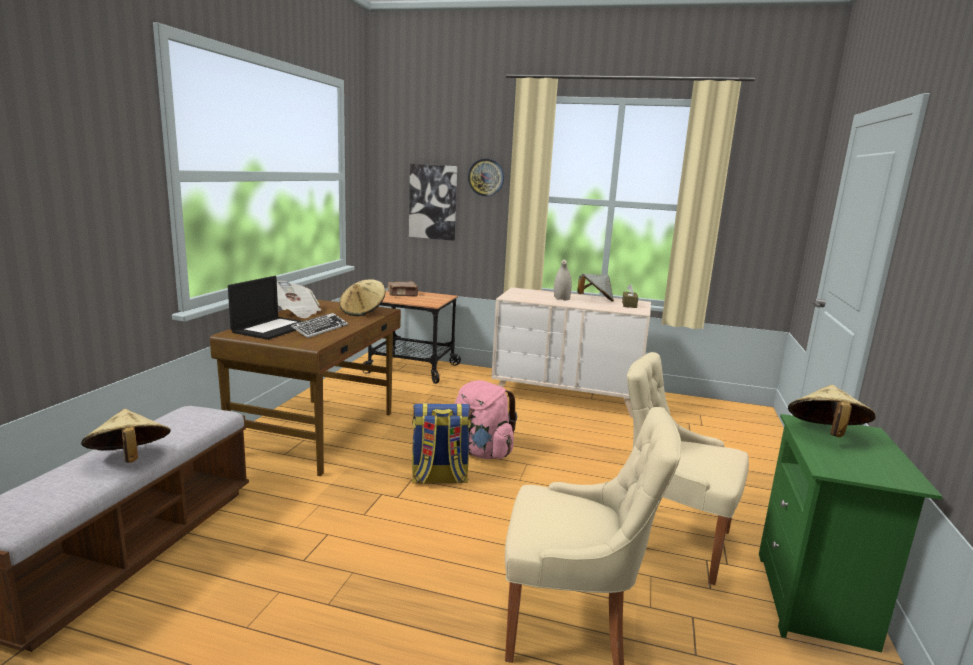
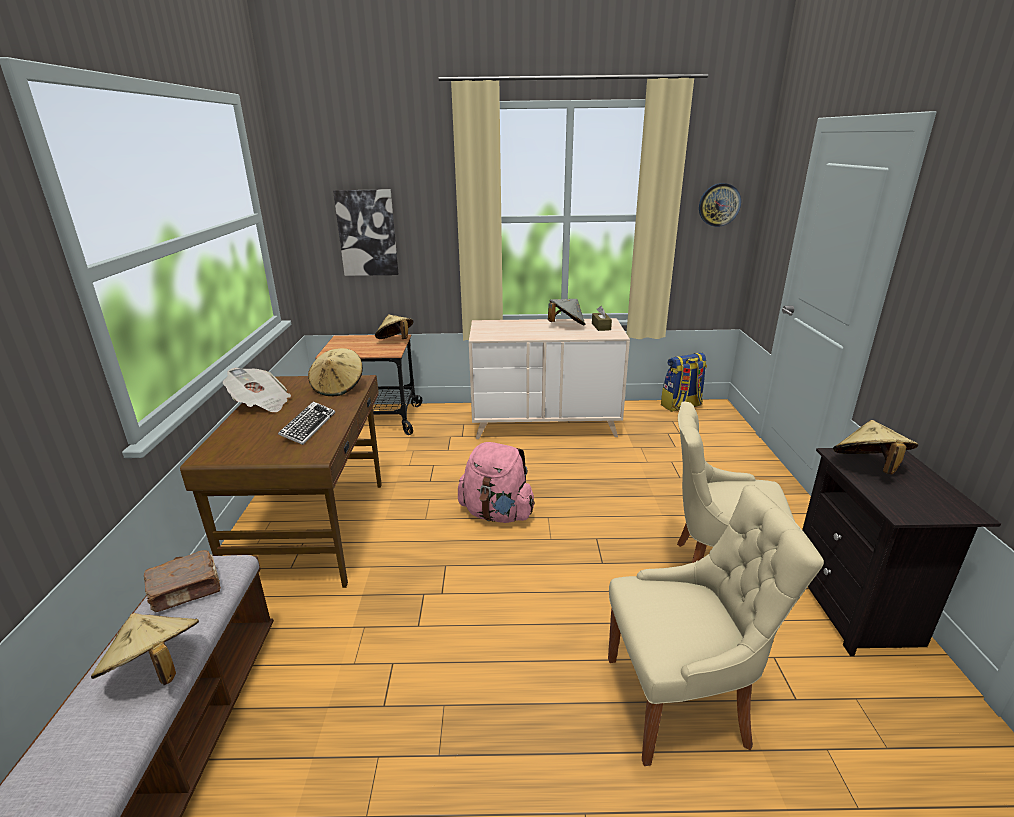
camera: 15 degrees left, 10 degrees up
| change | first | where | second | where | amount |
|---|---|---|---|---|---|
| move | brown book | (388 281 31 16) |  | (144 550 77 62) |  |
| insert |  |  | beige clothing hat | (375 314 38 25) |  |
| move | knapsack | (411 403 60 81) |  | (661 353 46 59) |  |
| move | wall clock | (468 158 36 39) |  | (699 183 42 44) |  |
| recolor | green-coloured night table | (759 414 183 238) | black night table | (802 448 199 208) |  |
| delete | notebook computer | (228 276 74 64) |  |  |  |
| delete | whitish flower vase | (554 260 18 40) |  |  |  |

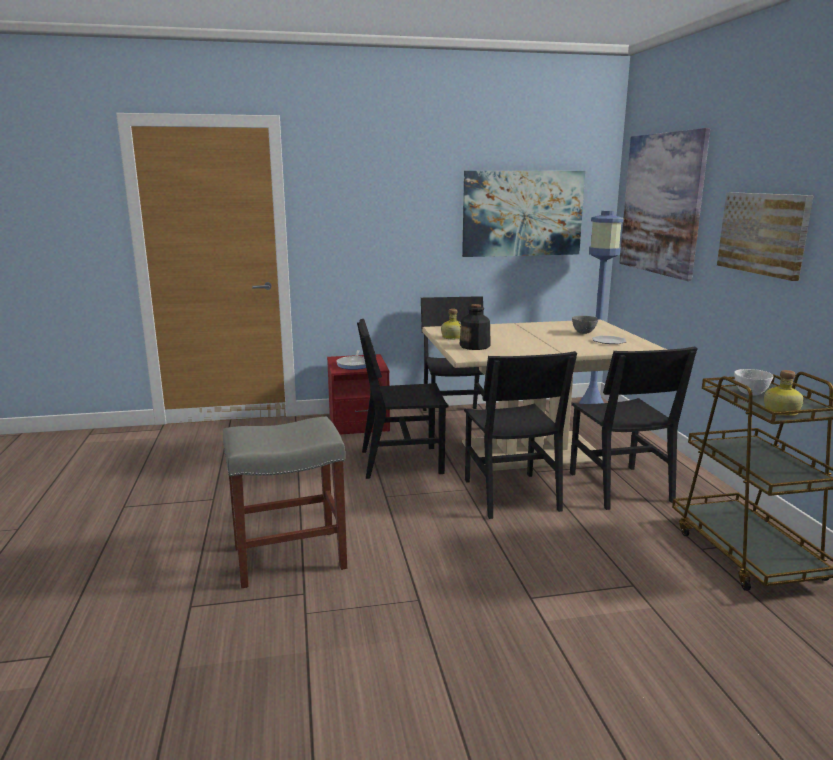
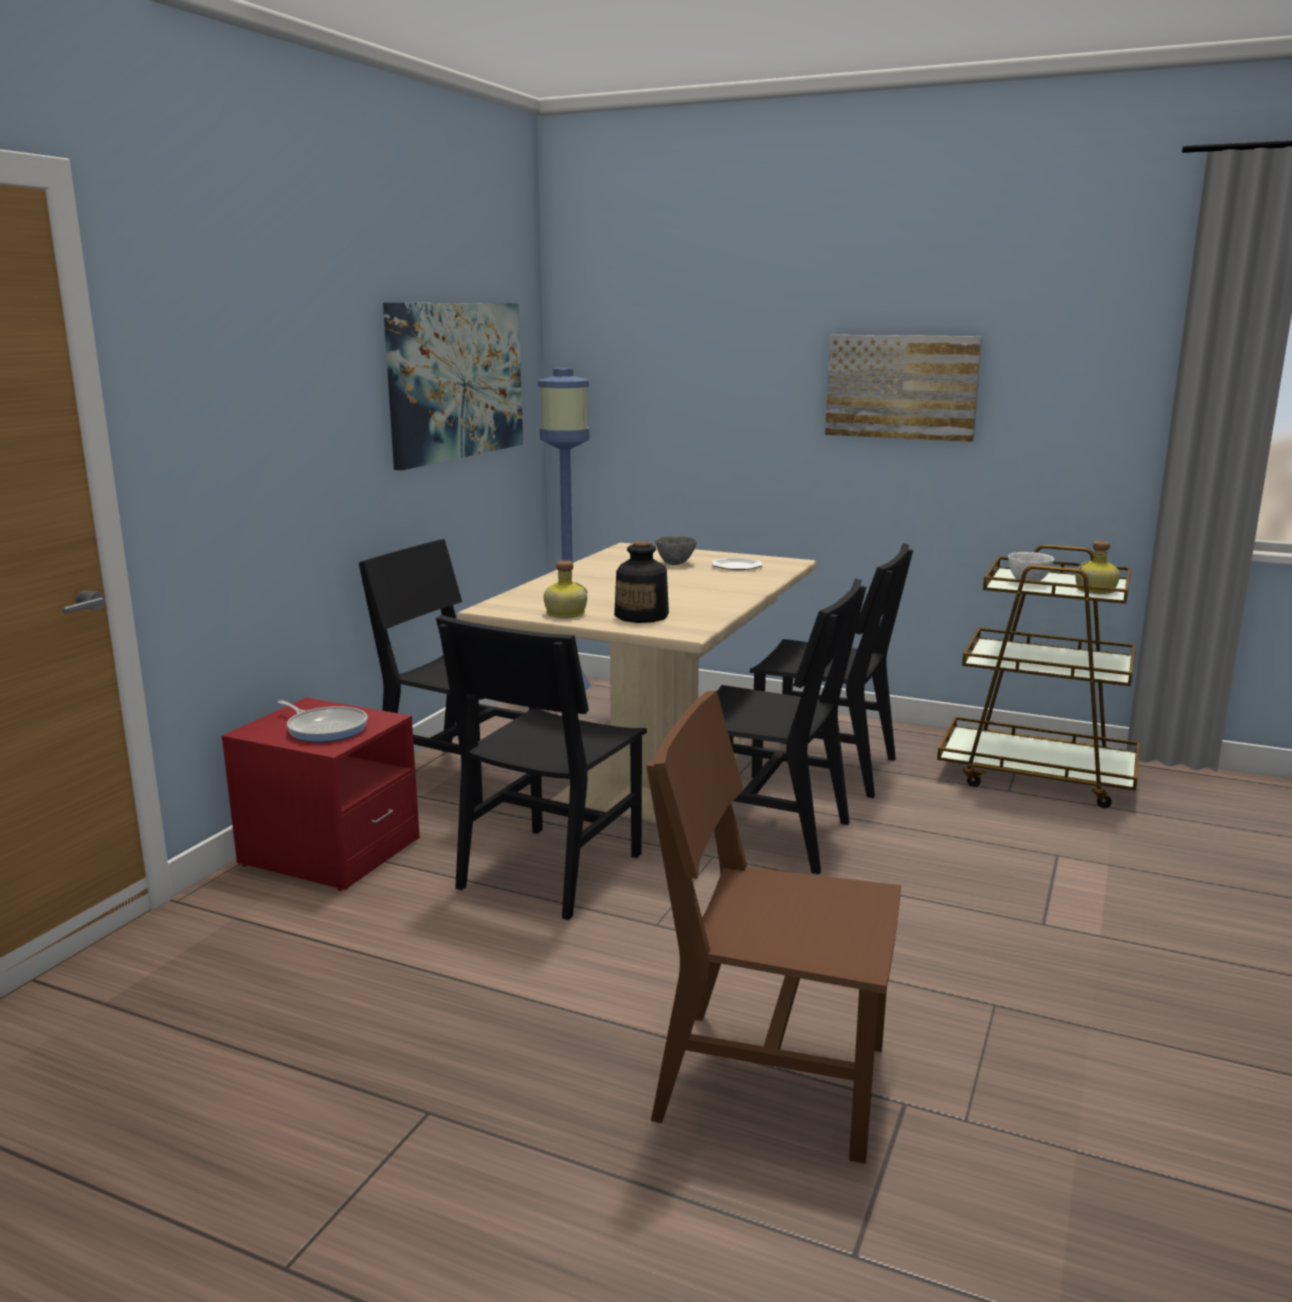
camera: 55 degrees left, 0 degrees up
| change | first | where | second | where | amount |
|---|---|---|---|---|---|
| replace | greyish sitting stool | (223 417 124 171) | brown chair | (646 691 255 473) |  |
| delete | picture | (620 128 90 153) |  |  |  |

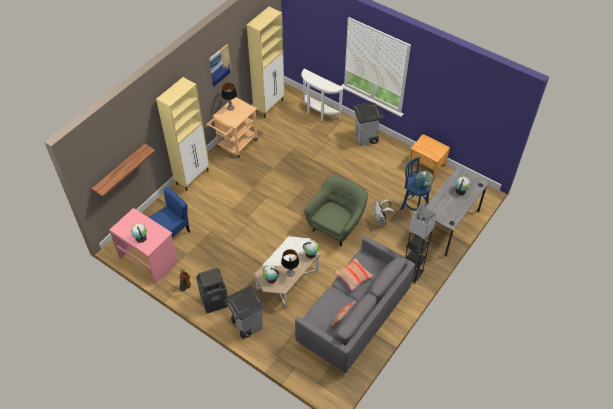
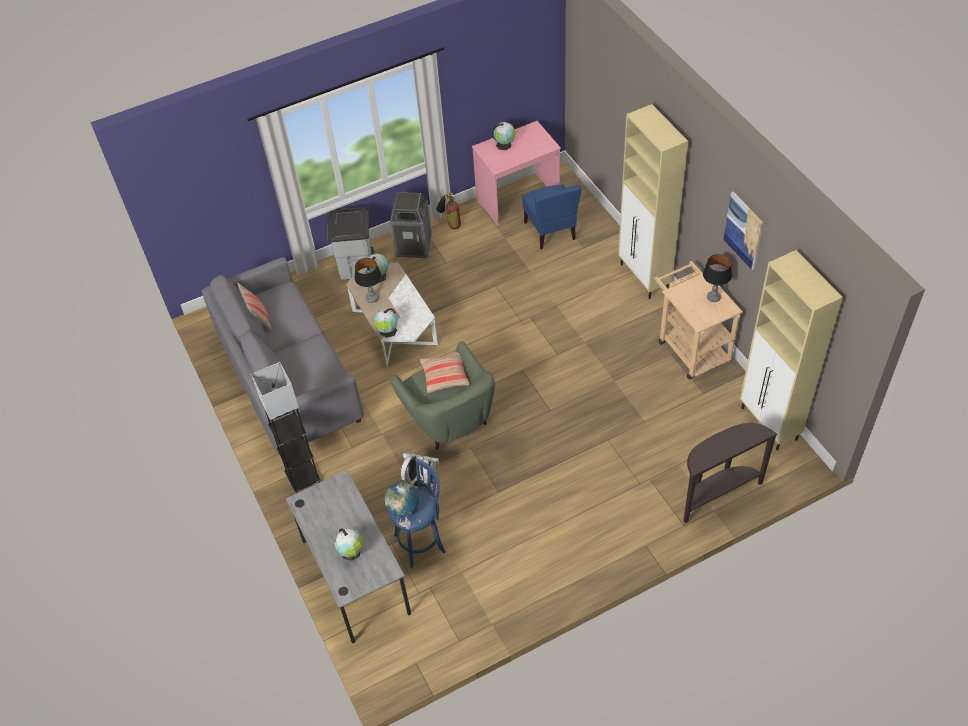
camera: 120 degrees right, 0 degrees up
| change | first | where | second | where | amount |
|---|---|---|---|---|---|
| move | pillow | (334 258 39 32) |  | (420 352 50 41) |  |
| recolor | whitish narrow table | (301 69 43 52) | brown narrow table | (683 423 95 100) |  |
| delete | bracket shelf | (92 144 64 53) |  |  |  |
| delete | greyish waste bin | (354 102 30 44) |  |  |  |
| delete | brown night table | (409 134 41 46) |  |  |  |

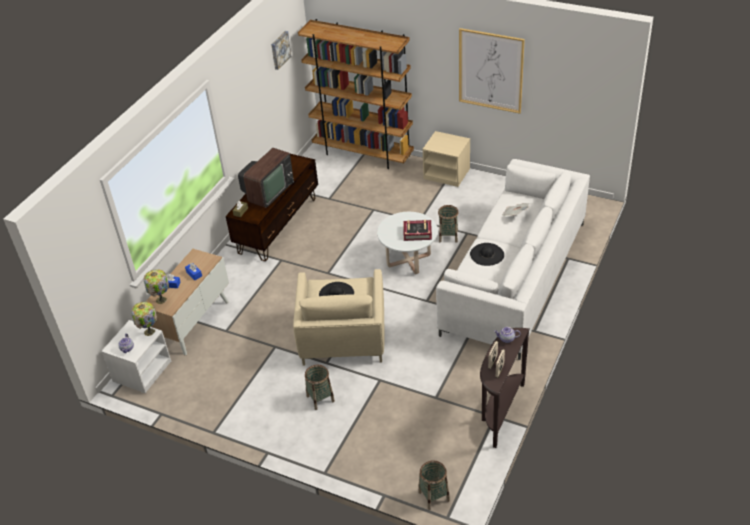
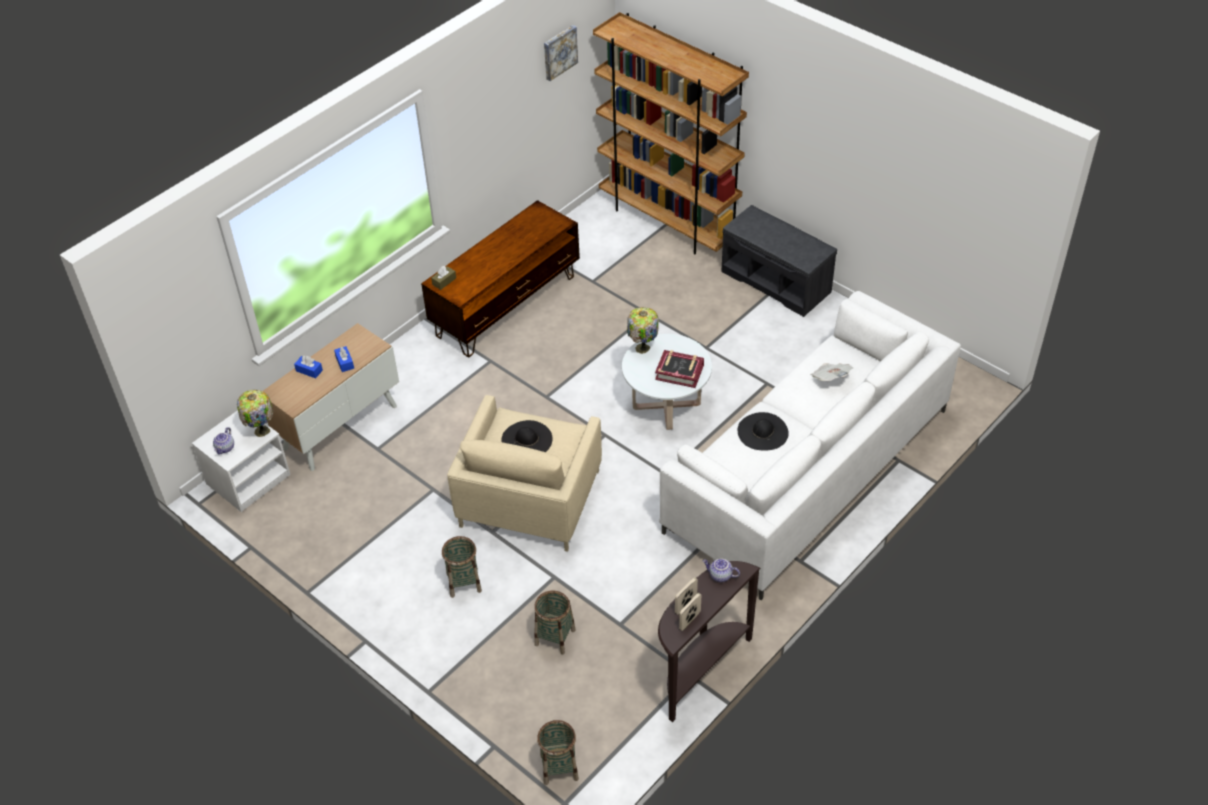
camera: 15 degrees right, 5 degrees up
| change | first | where | second | where | amount |
|---|---|---|---|---|---|
| move | storage basket | (438 205 21 38) |  | (534 590 41 64) |  |
| move | table lamp | (144 269 25 35) |  | (627 307 32 47) |  |
| replace | beige night table | (422 131 48 56) | greyish bench | (721 205 116 112) |  |
| delete | television | (238 148 56 60) |  |  |  |
| delete | picture | (459 28 66 86) |  |  |  |

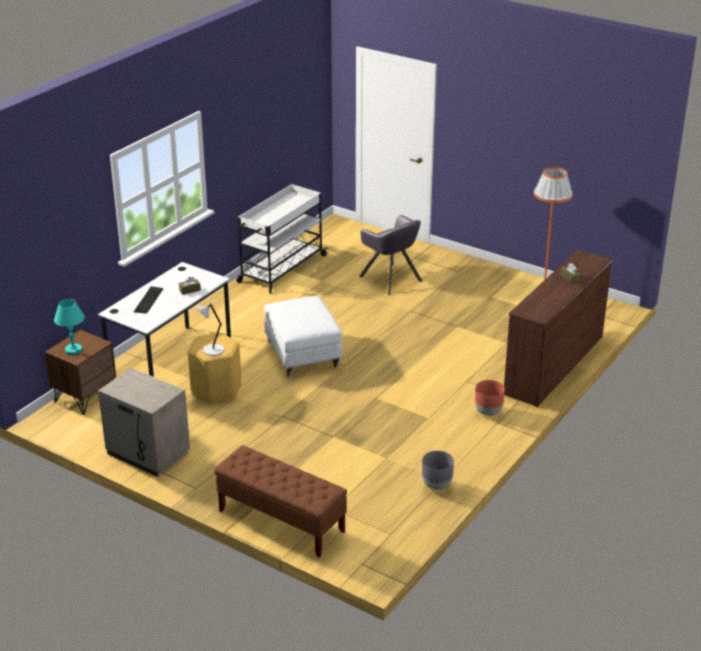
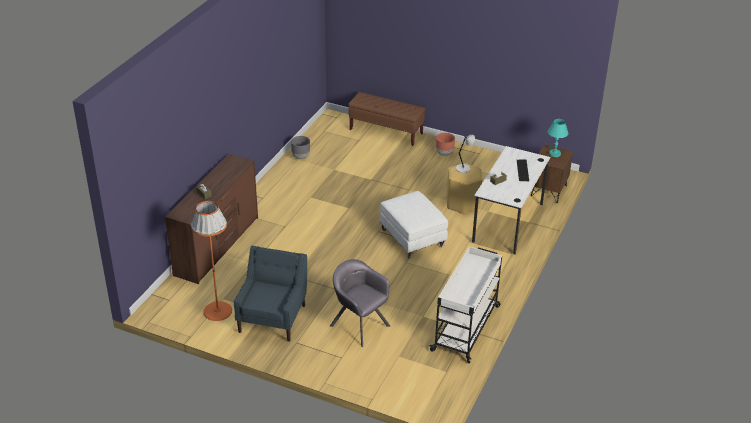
camera: 170 degrees right, 5 degrees up
| change | first | where | second | where | amount |
|---|---|---|---|---|---|
| insert |  |  | blue-coloured easy chair | (234 245 73 97) |  |
| move | brown flower pot | (475 380 30 36) |  | (436 133 19 23) |  |
| delete | beige night table | (98 368 92 109) |  |  |  |

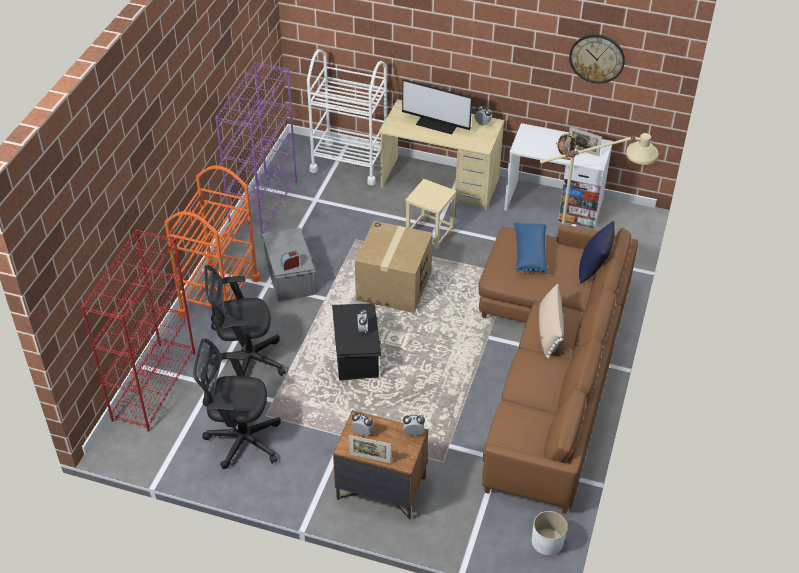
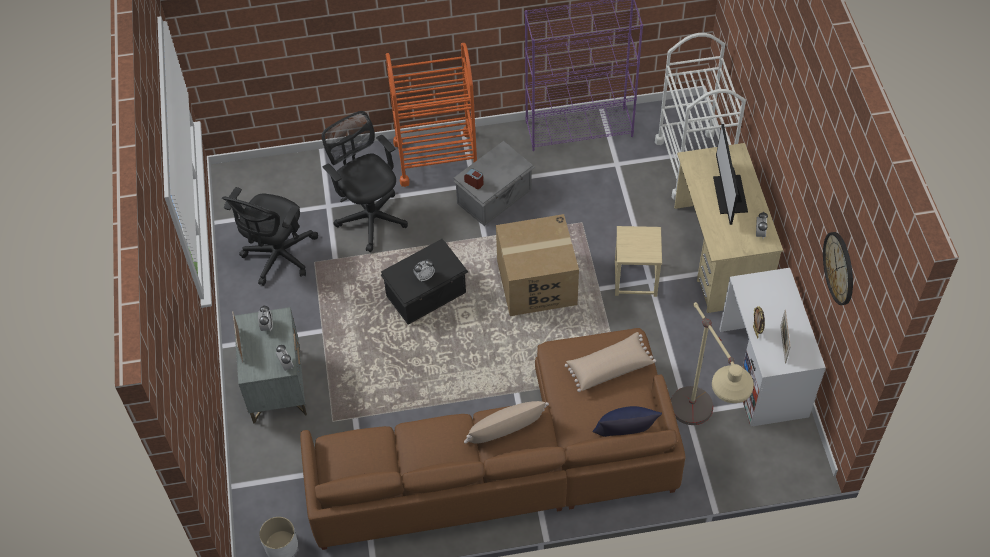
camera: 65 degrees right, 10 degrees up
| change | first | where | second | where | amount |
|---|---|---|---|---|---|
| rotate | black office chair | (193 339 88 130) |  | (222 187 96 99) | 135 degrees counterclockwise |
| recolor | brown night table | (333 410 95 110) | greyish night table | (234 307 73 117) |  |
| recolor | blue-coloured pillow | (513 222 34 52) | beige pillow | (565 332 91 60) |  |
| delete | red bookshelf | (81 229 114 203) |  |  |  |

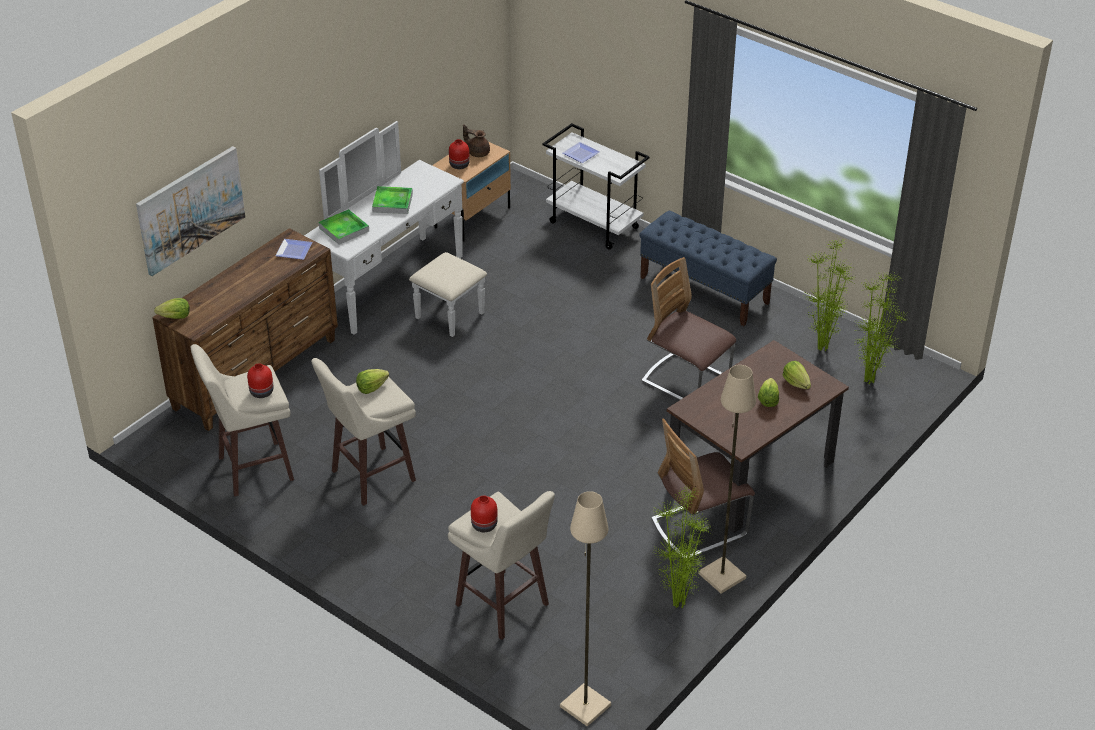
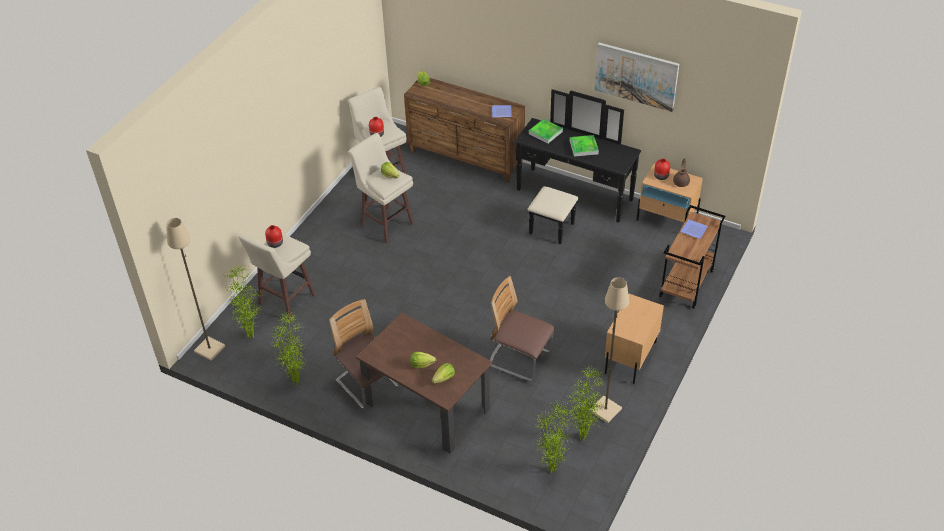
camera: 80 degrees right, 5 degrees up
| change | first | where | second | where | amount |
|---|---|---|---|---|---|
| insert |  |  | houseplant | (225 265 37 74) |  |
| rotate | chair | (641 257 95 143) |  | (490 276 65 106) | 90 degrees counterclockwise |
| recolor | whitish chest of drawers | (304 121 183 216) | black chest of drawers | (515 89 126 156) |  |
| move | beige standard lamp | (698 365 58 229) |  | (589 277 40 146) |  |
| move | picture | (136 146 109 130) |  | (594 43 85 69) |  |
| replace | blue-coloured bench | (639 211 138 115) | beige night table | (605 294 59 90) |  |
| recolor | whitish cart | (542 123 108 127) | brown cart | (659 205 66 104) |  |

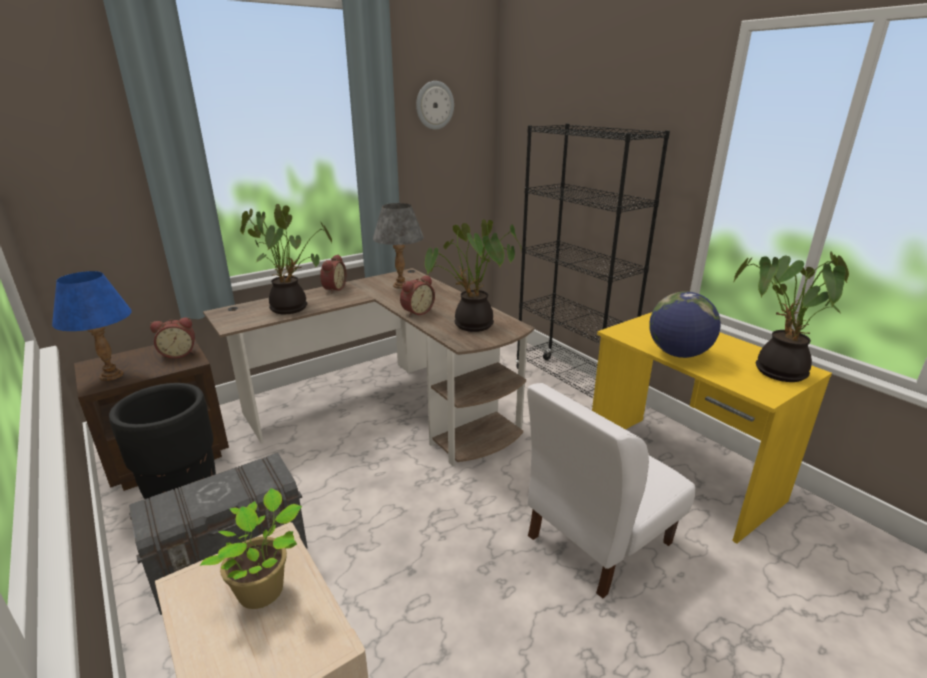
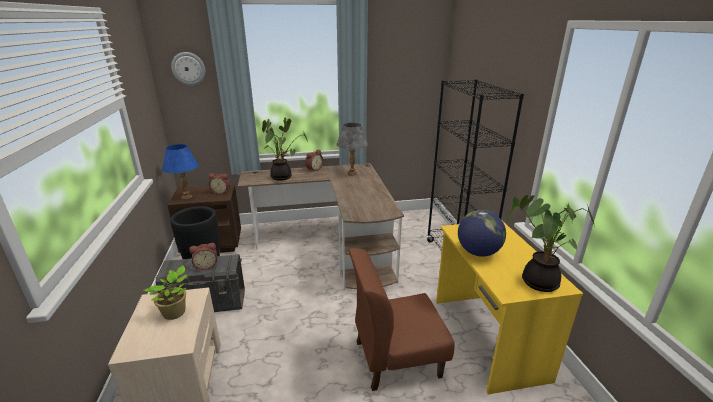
camera: 25 degrees right, 0 degrees up
| change | first | where | second | where | amount |
|---|---|---|---|---|---|
| move | wall clock | (416 81 38 49) |  | (171 52 34 33) |  |
| move | bedside clock | (400 275 35 42) |  | (189 243 28 27) |  |
| recolor | whitish chair | (527 383 168 216) | brown chair | (349 248 106 143) |  |
| delete | houseplant | (425 219 97 113) |  |  |  |

